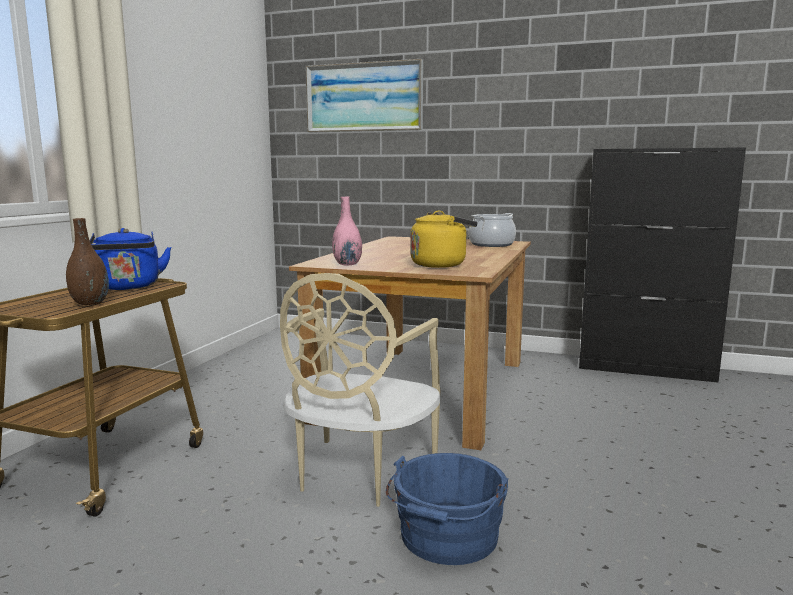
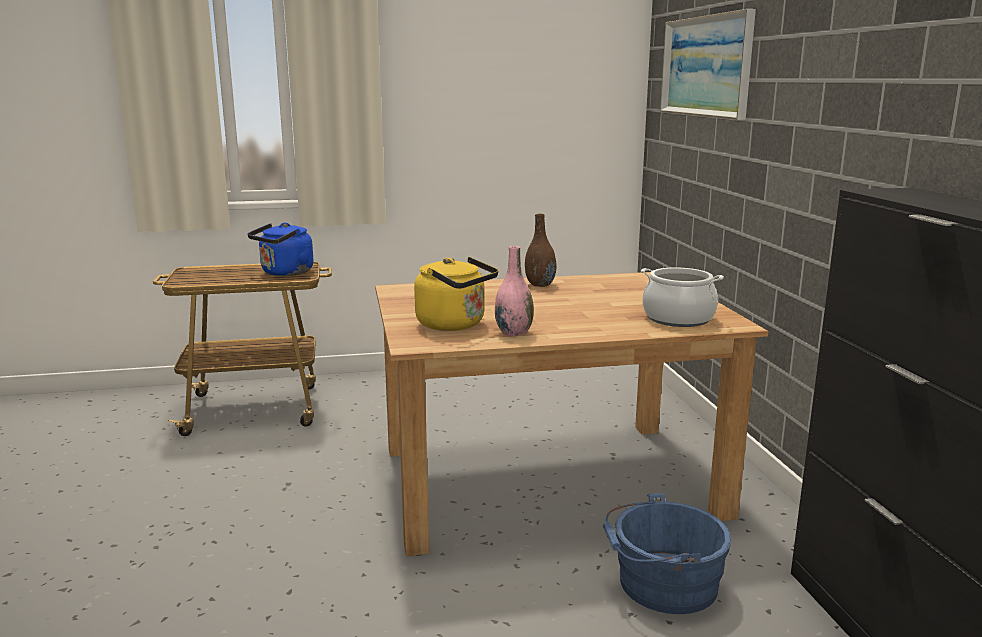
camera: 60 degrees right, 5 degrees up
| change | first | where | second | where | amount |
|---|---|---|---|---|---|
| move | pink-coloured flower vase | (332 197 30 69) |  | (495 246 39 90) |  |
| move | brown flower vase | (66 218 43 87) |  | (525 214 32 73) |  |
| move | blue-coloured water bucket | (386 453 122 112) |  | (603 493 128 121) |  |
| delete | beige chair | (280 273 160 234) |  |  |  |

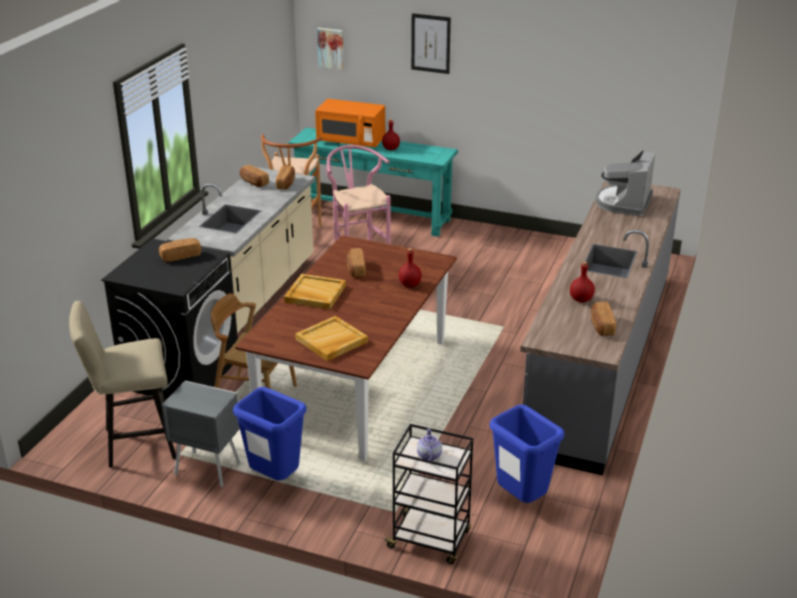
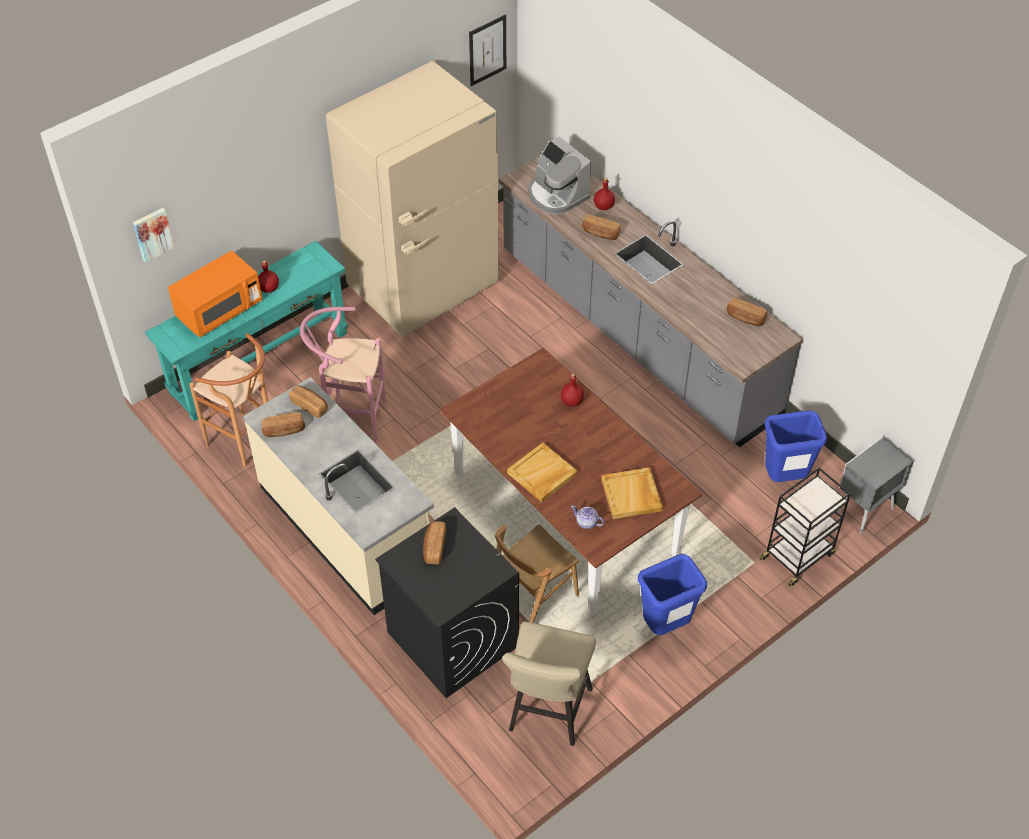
camera: 60 degrees left, 20 degrees up
| change | first | where | second | where | amount |
|---|---|---|---|---|---|
| insert |  |  | beige refrigerator | (326 61 173 276) |  |
| move | picture | (411 13 40 61) |  | (469 15 37 71) |  |
| move | teapot | (417 428 25 33) |  | (571 505 33 24) |  |
| move | baked bread | (347 248 19 29) |  | (582 215 39 25) |  |
| move | red bottle | (570 261 25 41) |  | (594 178 21 32) |  |
| move | greyish night table | (161 381 80 106) |  | (836 437 78 97) |  |

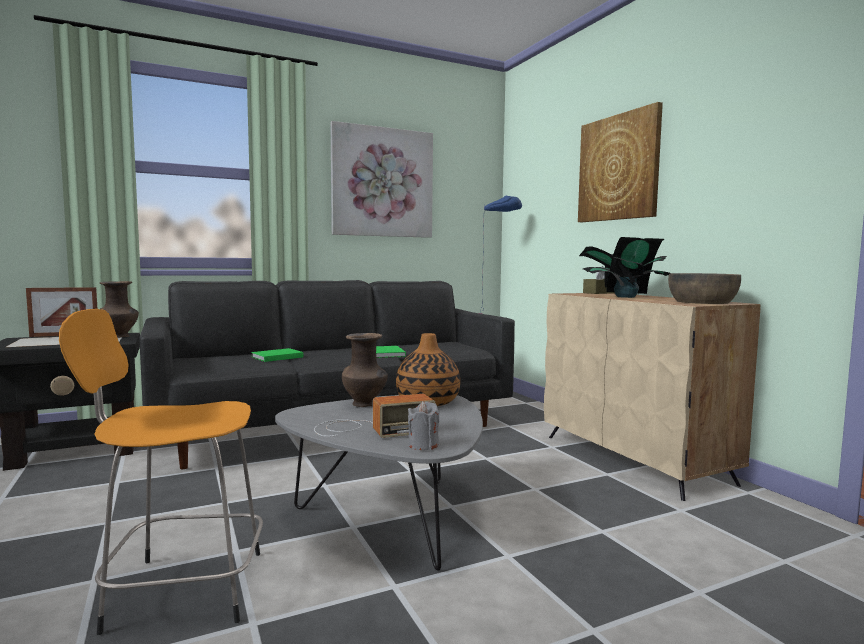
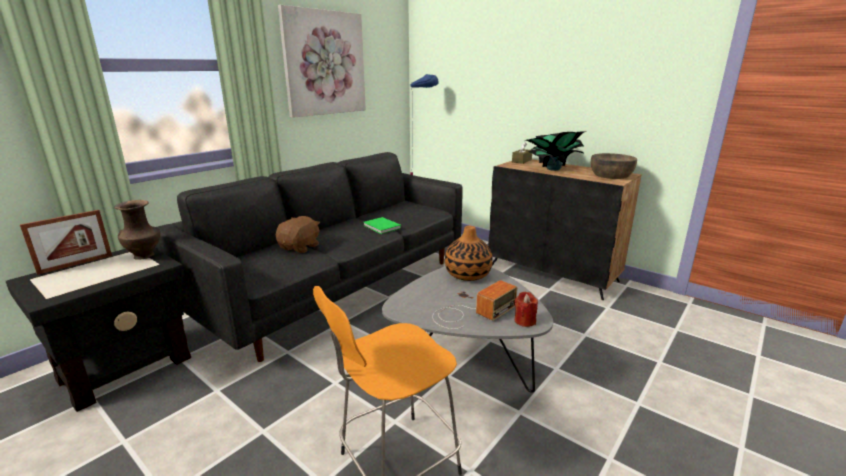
camera: 25 degrees left, 15 degrees up
| change | first | where | second | where | amount |
|---|---|---|---|---|---|
| replace | green-coloured book | (251 348 52 14) | brown soft toy | (276 216 44 37) |  |
| recolor | beige storage cabinet | (544 293 217 208) | black storage cabinet | (488 160 154 140) |  |
| recolor | greyish wax candle | (408 401 31 49) | red wax candle | (515 292 23 35) |  |
| delete | brown flower vase | (342 333 46 74) |  |  |  |
| delete | picture | (578 102 85 120) |  |  |  |

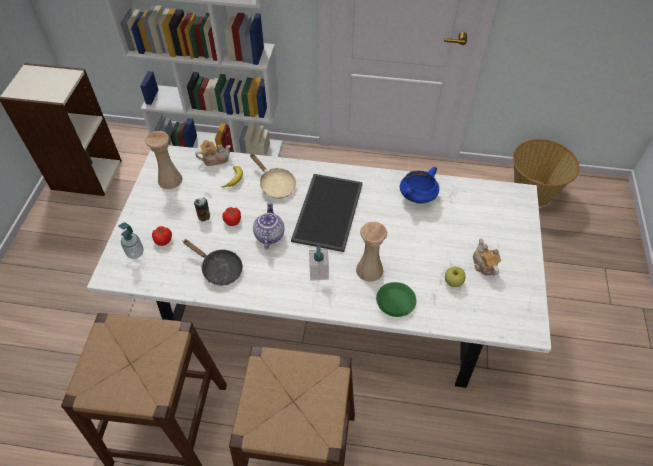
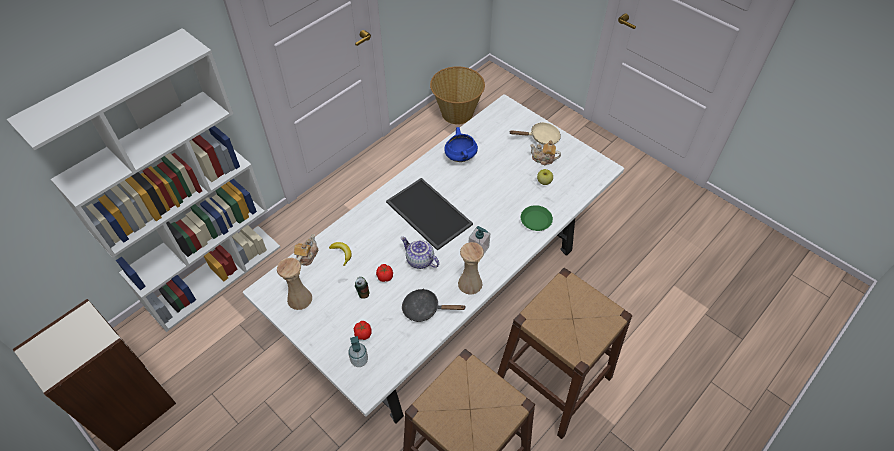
camera: 55 degrees left, 0 degrees up
| change | first | where | second | where | amount |
|---|---|---|---|---|---|
| rotate | black frying pan | (183 239 60 47) |  | (402 289 64 33) | 150 degrees counterclockwise |
| move | beige flower vase | (356 222 31 60) |  | (458 242 26 53) |  |
| move | beige frying pan | (250 153 46 46) |  | (509 122 52 23) |  |

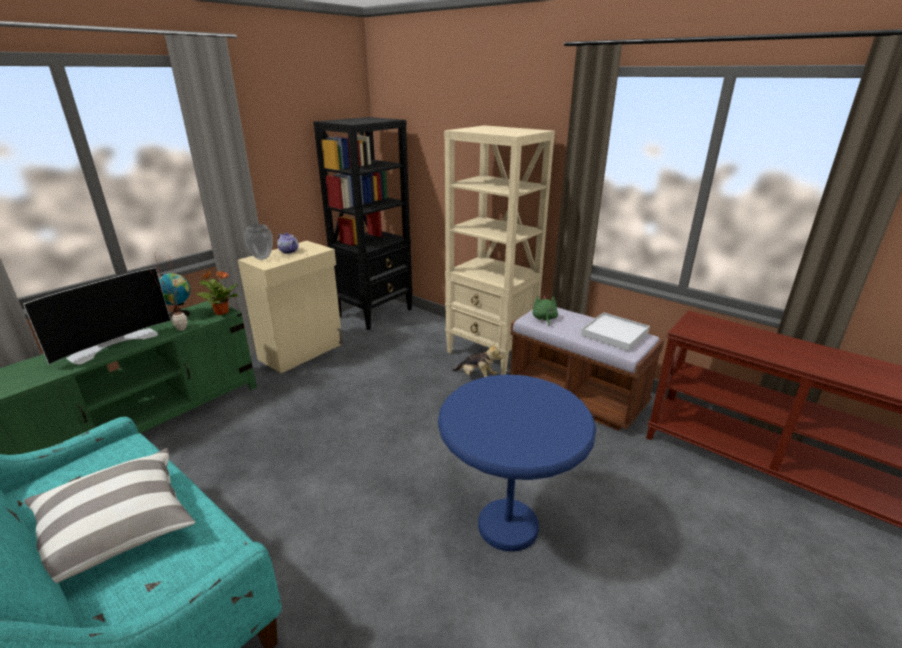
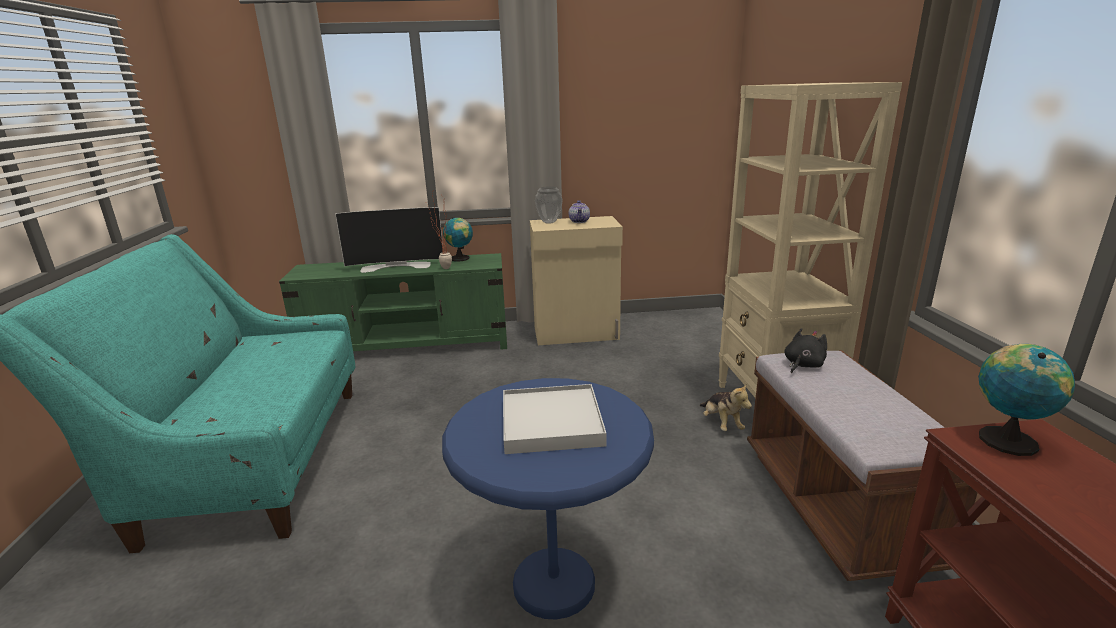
camera: 45 degrees right, 5 degrees down
| change | first | where | second | where | amount |
|---|---|---|---|---|---|
| move | whitish carrying tray | (581 312 69 39) |  | (503 384 103 70) |  |
| recolor | green-coloured soft toy | (533 295 25 31) | black soft toy | (784 328 43 45) |  |
| insert |  |  | desk globe | (978 344 97 112) |  |
| delete | pillow | (24 448 171 135) |  |  |  |
| delete | houseplant | (196 271 42 44) |  |  |  |
| delete | black bookshelf | (313 117 100 213) |  |  |  |

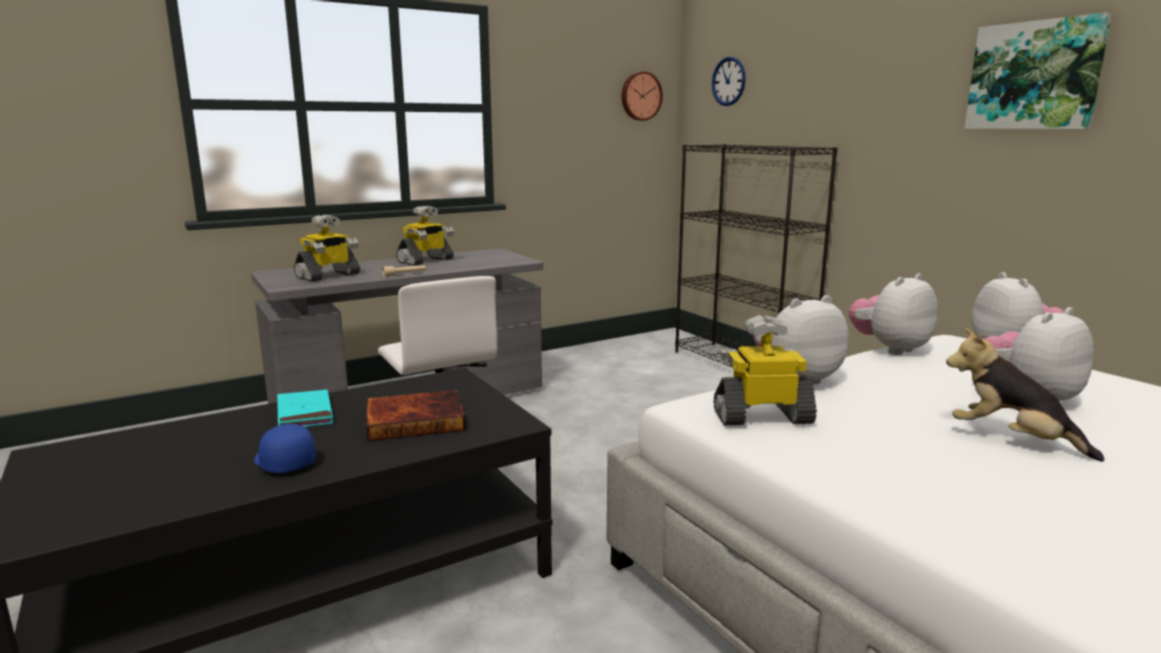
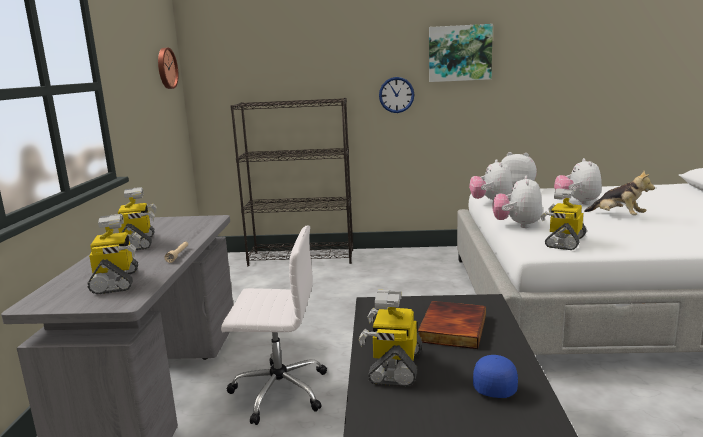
camera: 55 degrees left, 0 degrees up
| change | first | where | second | where | amount |
|---|---|---|---|---|---|
| replace | blue-green book | (277 389 56 38) | model robot | (359 290 63 97) |  |
| move | wall clock | (712 57 34 49) |  | (379 77 36 36) |  |
| rotate | blue-coloured cap | (254 424 62 49) |  | (473 355 45 43) | 120 degrees clockwise |
| rotate | soft toy | (946 328 158 134) |  | (584 171 71 44) | 120 degrees counterclockwise |

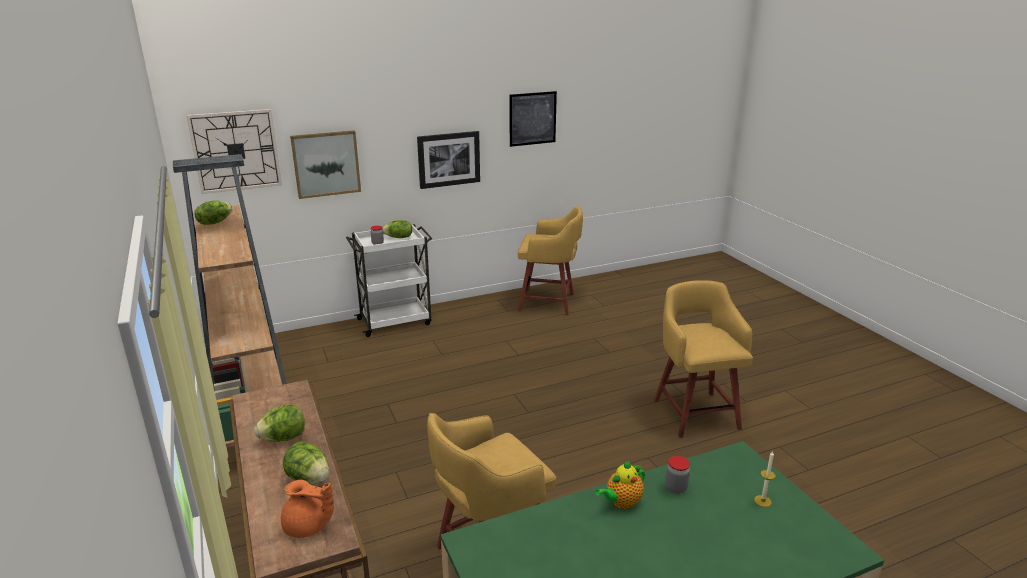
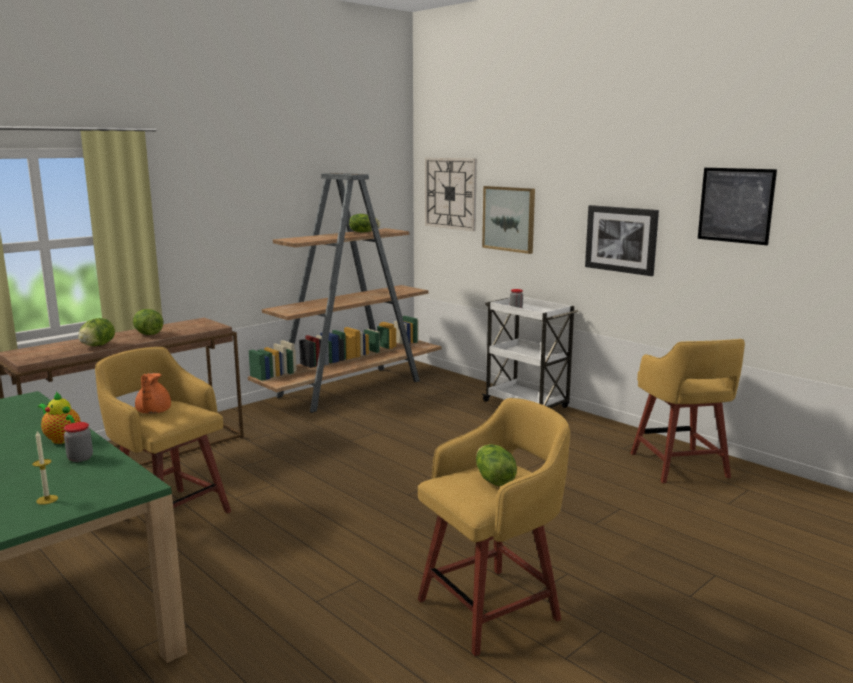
camera: 70 degrees right, 10 degrees down
| change | first | where | second | where | amount |
|---|---|---|---|---|---|
| move | orange-coloured teapot | (281 480 53 58) |  | (135 373 36 41) |  |
| move | lettuce head | (382 220 30 18) |  | (476 444 41 42) |  |

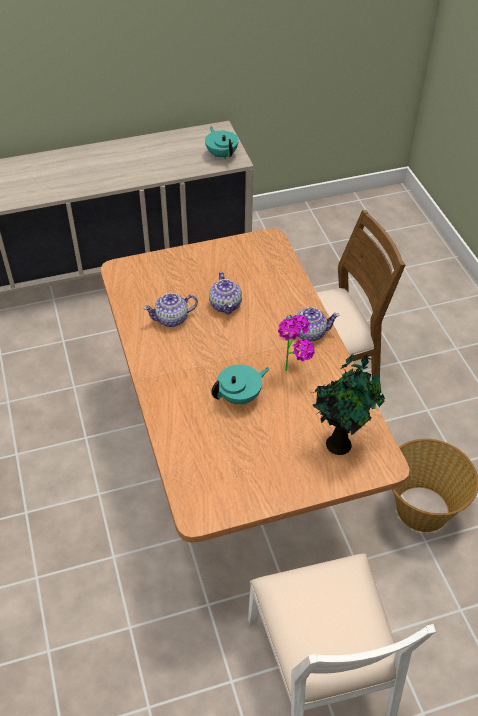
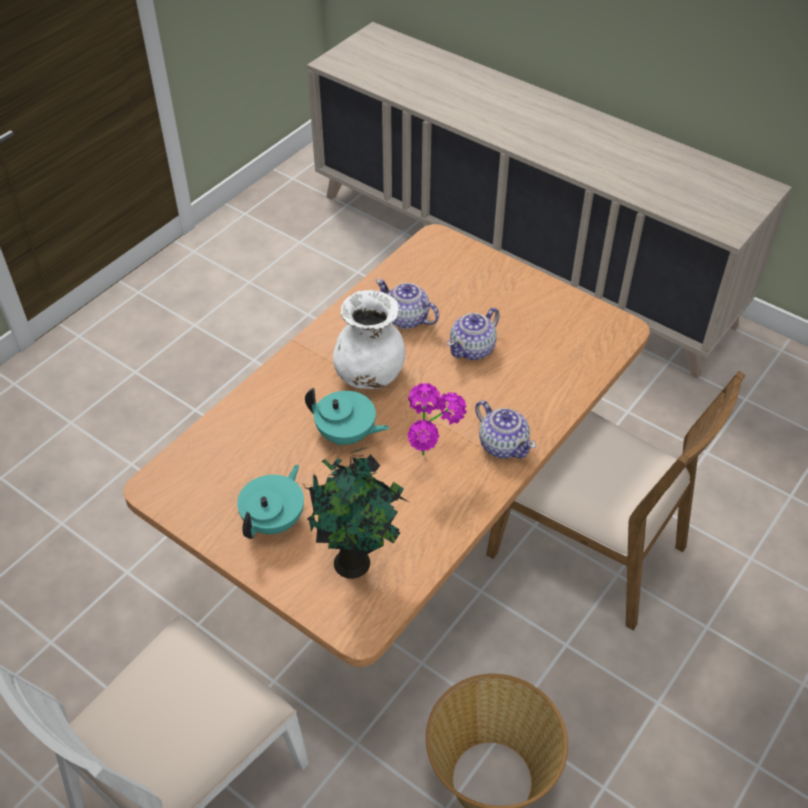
camera: 55 degrees right, 0 degrees up
| change | first | where | second | where | amount |
|---|---|---|---|---|---|
| move | blue-green teapot | (205 127 34 32) |  | (237 464 67 75) |  |
| insert |  |  | whitish flower vase | (333 290 72 99) |  |

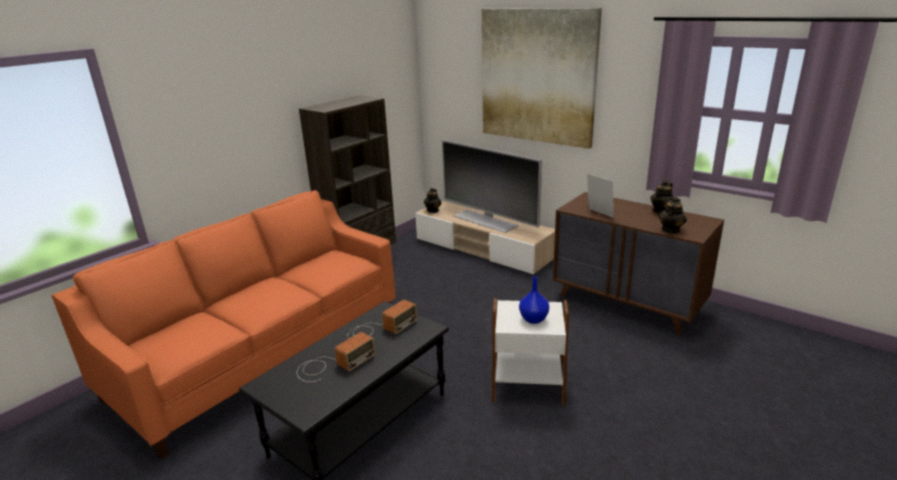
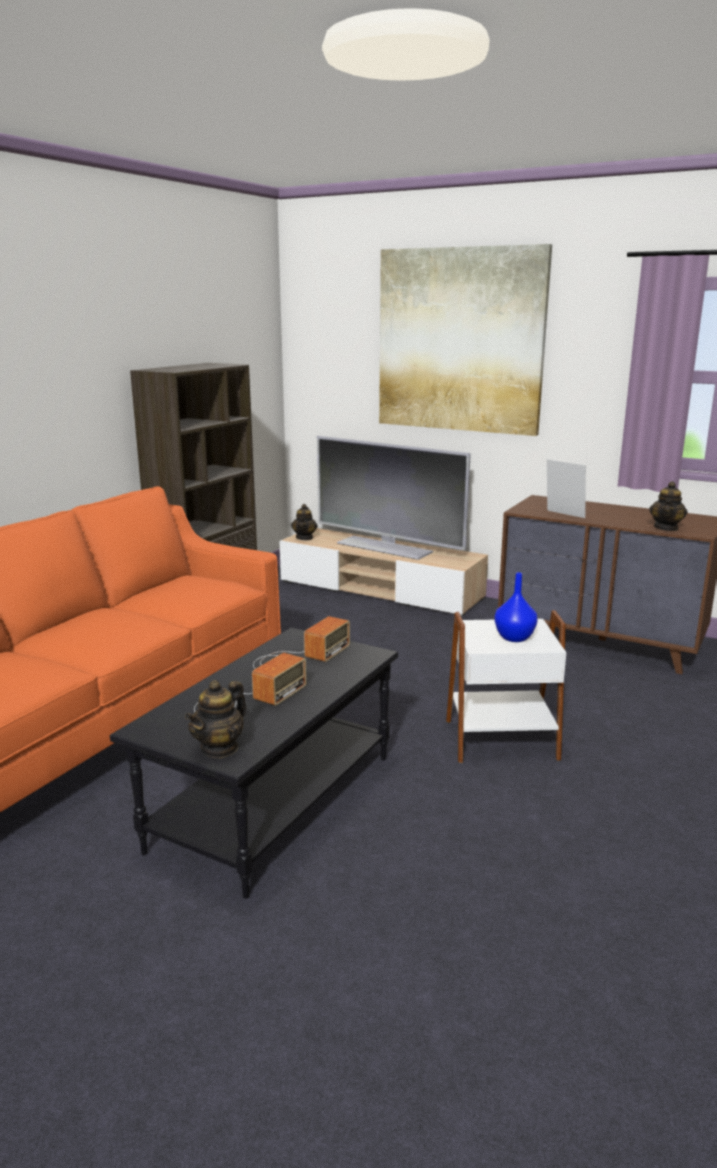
camera: 10 degrees left, 5 degrees down
| change | first | where | second | where | amount |
|---|---|---|---|---|---|
| move | teapot | (650 180 24 34) |  | (185 680 61 78) |  |

